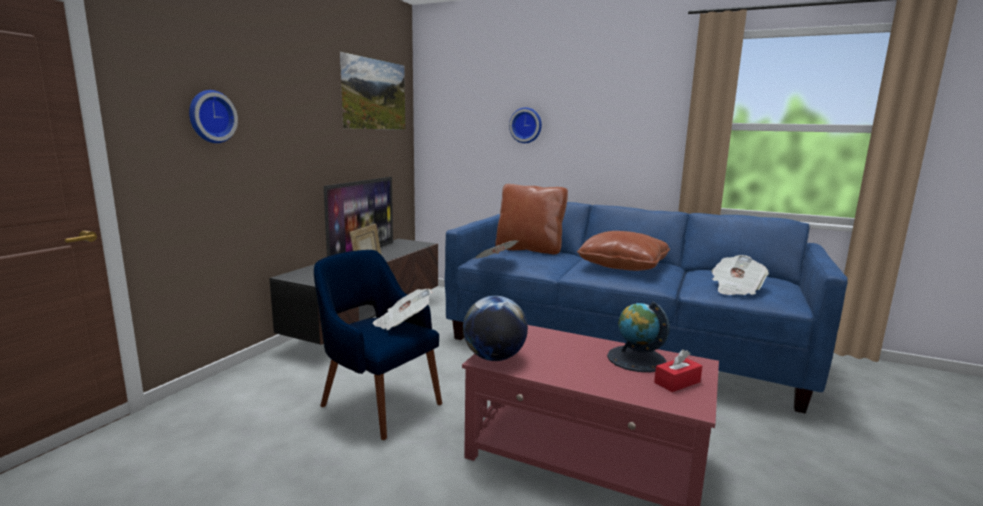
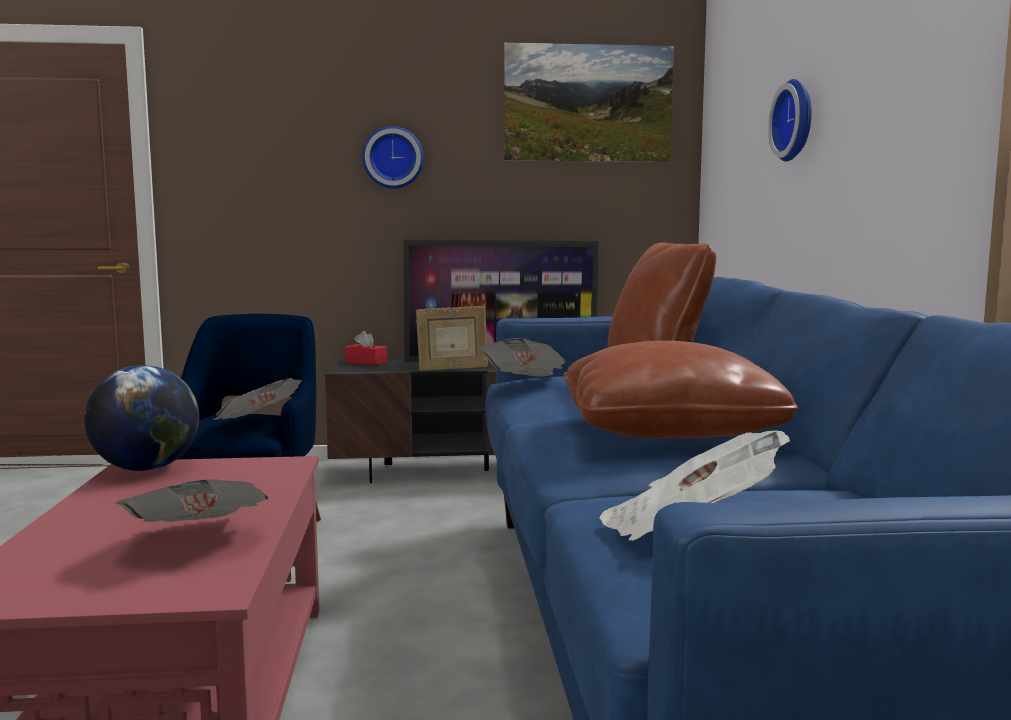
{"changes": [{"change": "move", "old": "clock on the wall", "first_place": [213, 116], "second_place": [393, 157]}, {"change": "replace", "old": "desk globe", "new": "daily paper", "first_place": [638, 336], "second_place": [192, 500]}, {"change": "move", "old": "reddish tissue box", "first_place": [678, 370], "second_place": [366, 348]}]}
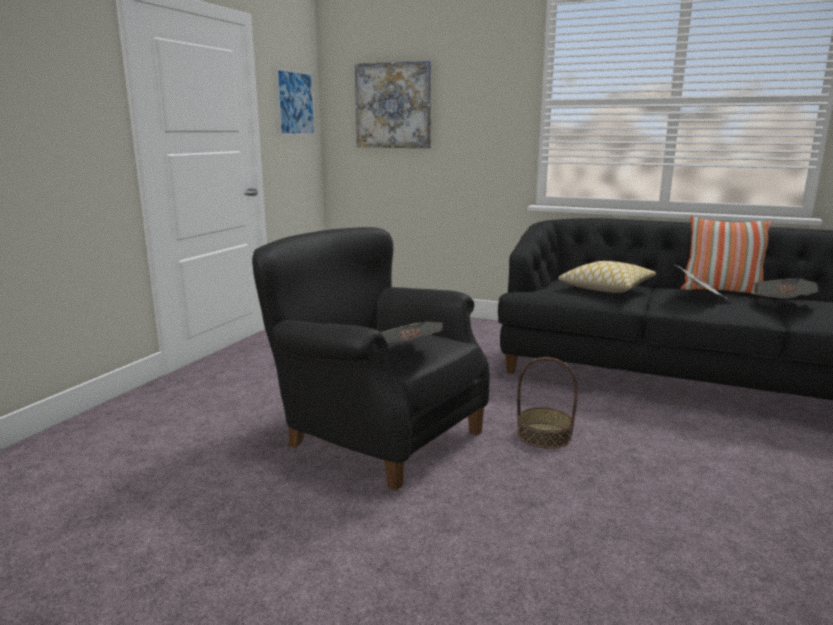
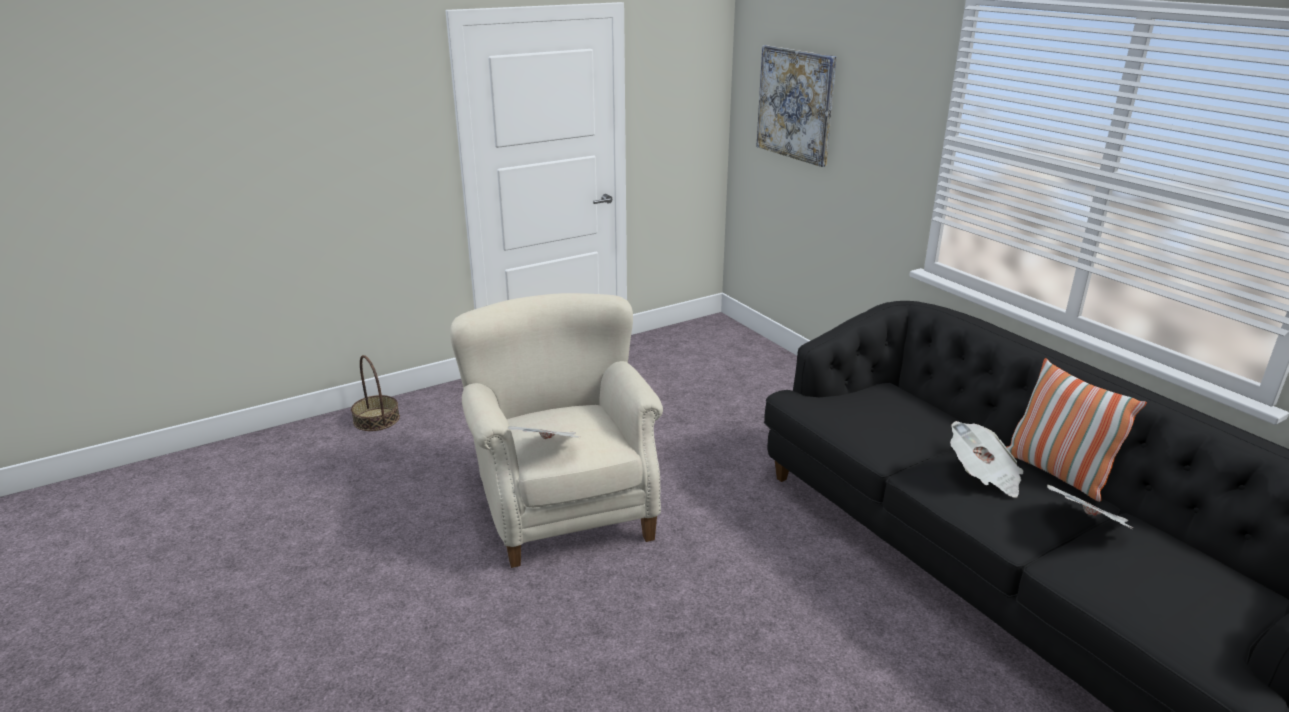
{"changes": [{"change": "delete", "old": "picture", "first_place": [295, 102]}, {"change": "recolor", "old": "black-coloured lounge chair", "new": "sand-coloured lounge chair", "first_place": [371, 359], "second_place": [556, 430]}, {"change": "delete", "old": "pillow", "first_place": [607, 277]}, {"change": "move", "old": "household basket", "first_place": [547, 403], "second_place": [375, 393]}]}
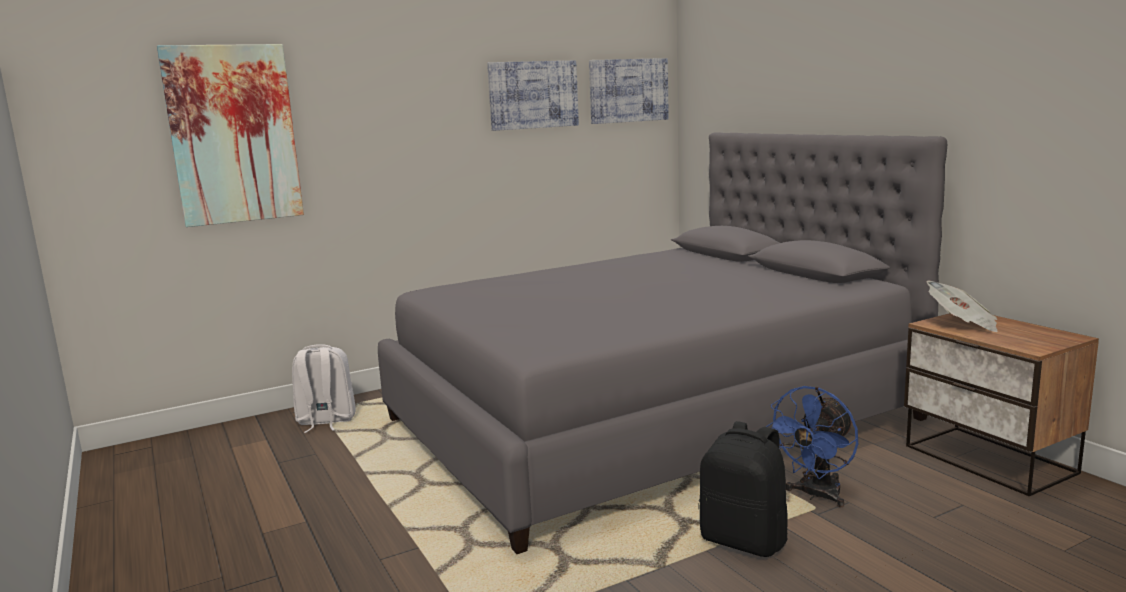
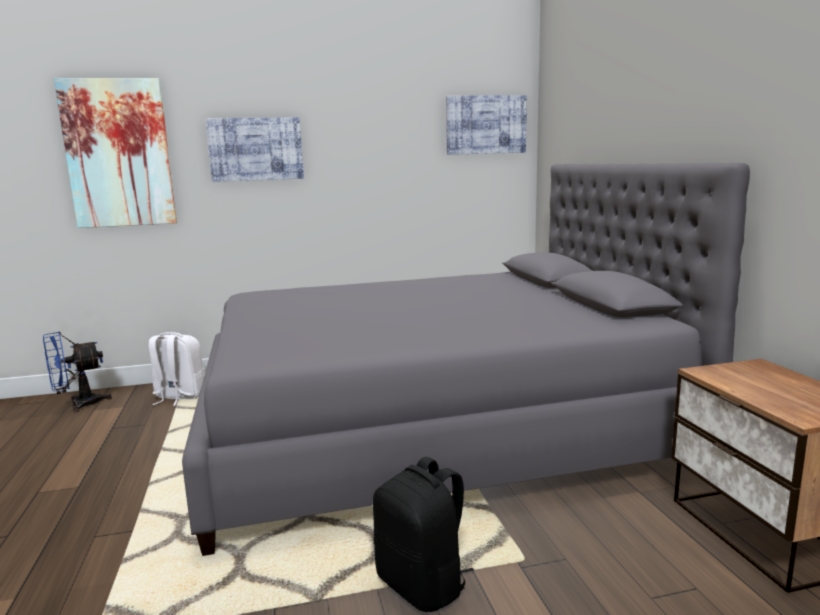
{"changes": [{"change": "move", "old": "picture", "first_place": [533, 96], "second_place": [254, 149]}, {"change": "delete", "old": "daily paper", "first_place": [962, 306]}, {"change": "move", "old": "blue-coloured fan", "first_place": [812, 446], "second_place": [77, 371]}]}
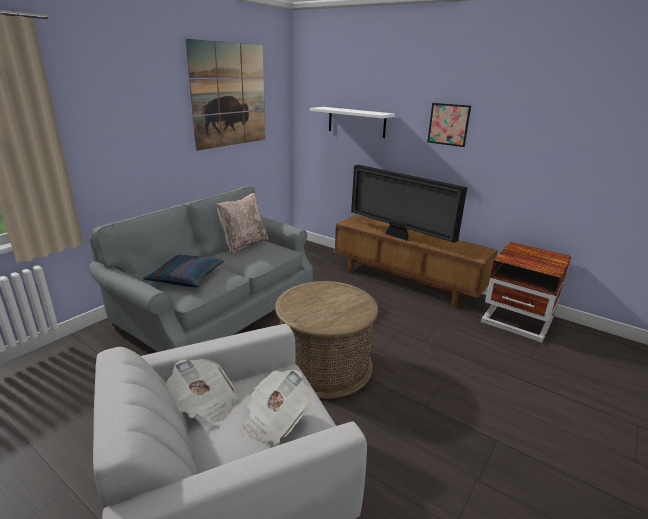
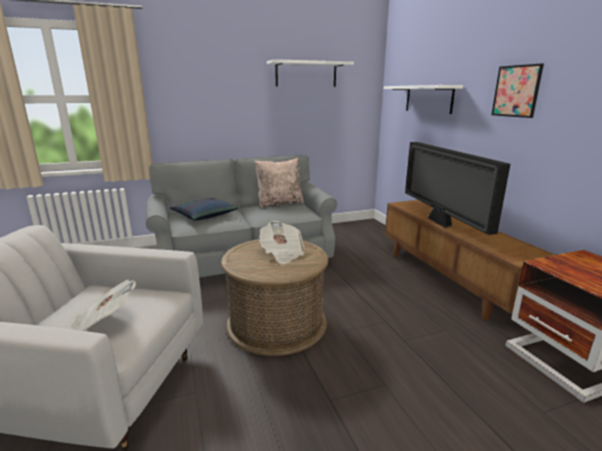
{"changes": [{"change": "replace", "old": "picture", "new": "white-coloured wall shelf", "first_place": [225, 95], "second_place": [310, 73]}, {"change": "move", "old": "daily paper", "first_place": [202, 392], "second_place": [282, 242]}]}
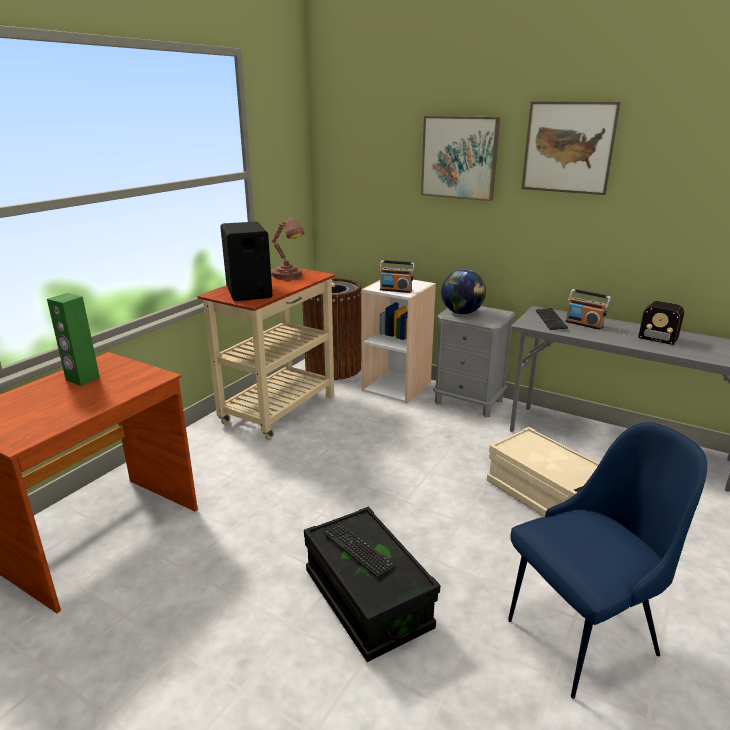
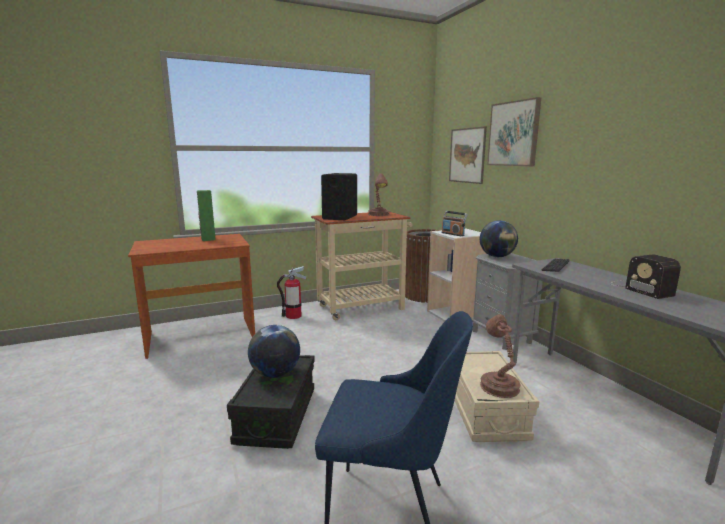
{"changes": [{"change": "move", "old": "picture", "first_place": [571, 148], "second_place": [468, 155]}, {"change": "delete", "old": "radio receiver", "first_place": [588, 309]}, {"change": "replace", "old": "PC keyboard", "new": "desk globe", "first_place": [360, 550], "second_place": [274, 351]}, {"change": "insert", "new": "fire-fighting cylinder", "second_place": [291, 292]}, {"change": "insert", "new": "brownish table lamp", "second_place": [500, 356]}]}
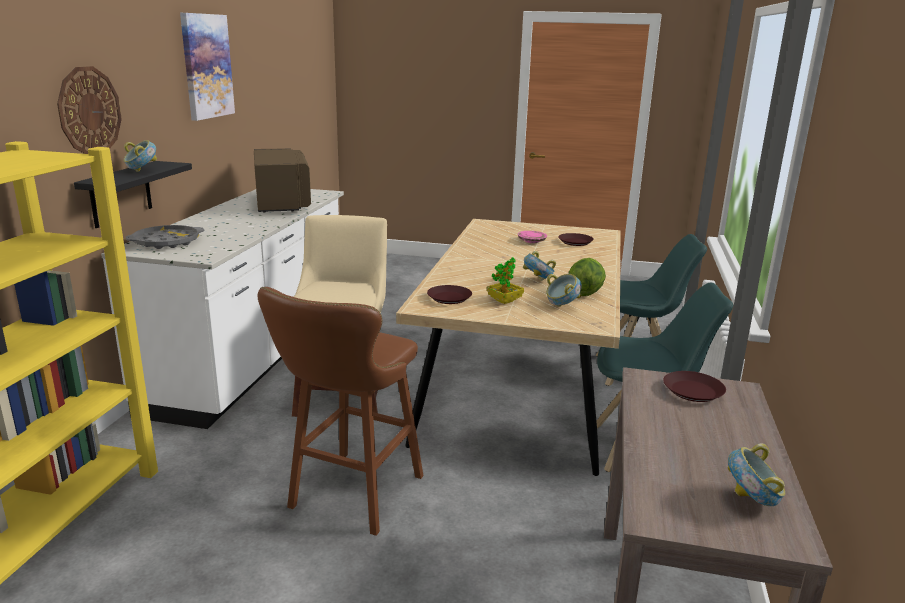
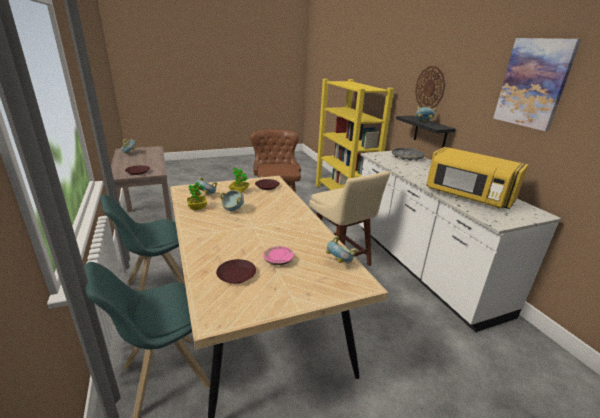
{"changes": [{"change": "recolor", "old": "brownish kitchen microwave", "new": "yellow kitchen microwave", "first_place": [282, 180], "second_place": [477, 178]}, {"change": "replace", "old": "lettuce head", "new": "plant in a pot", "first_place": [587, 277], "second_place": [197, 196]}, {"change": "insert", "new": "deep dish", "second_place": [341, 249]}]}
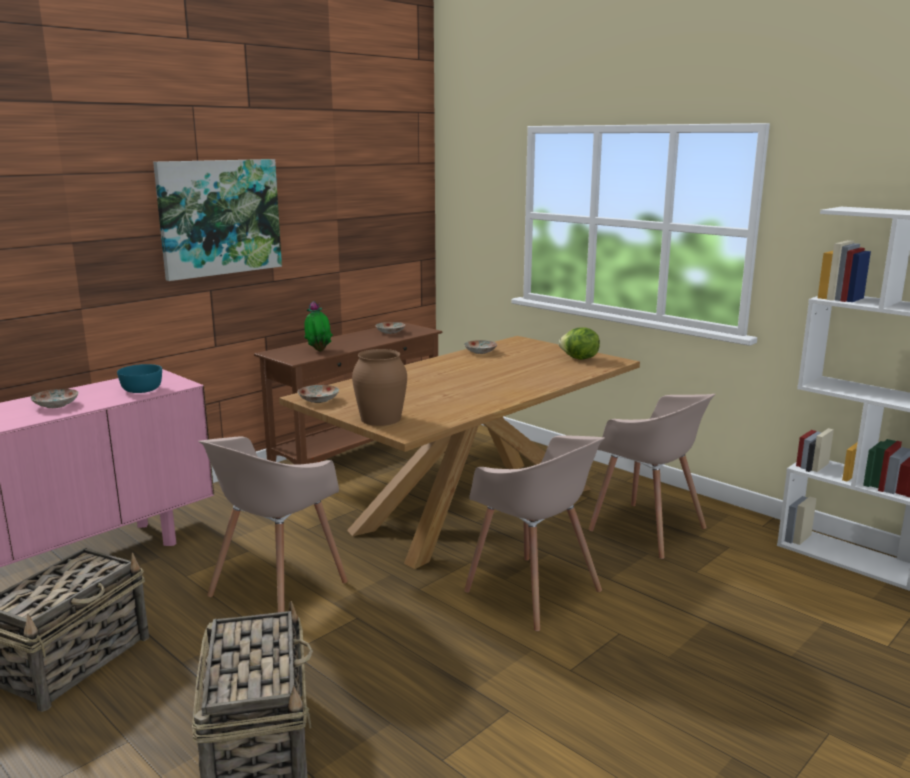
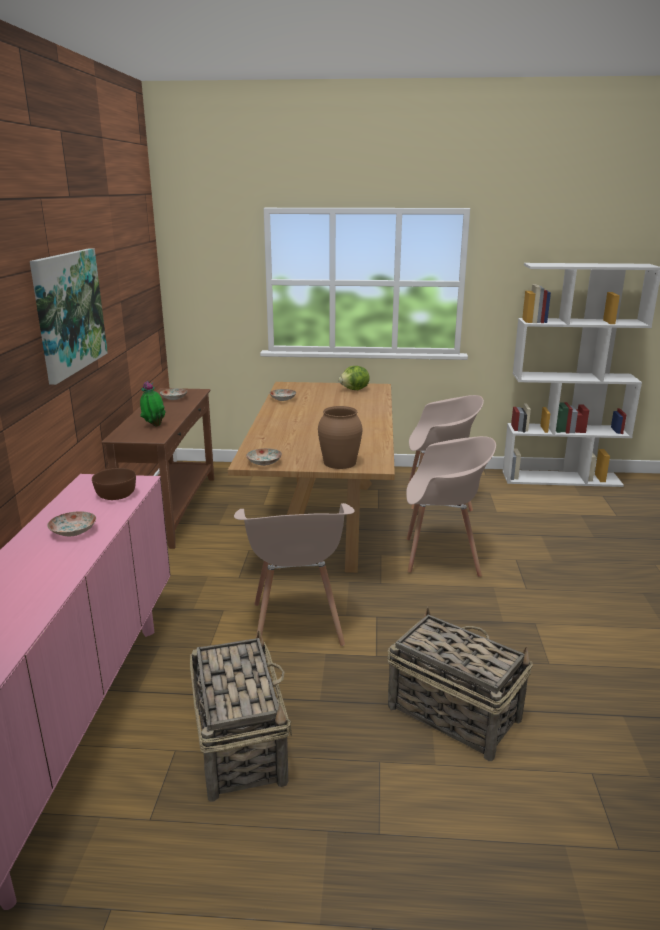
{"changes": [{"change": "recolor", "old": "turquoise deep dish", "new": "brownish deep dish", "first_place": [139, 378], "second_place": [114, 484]}]}
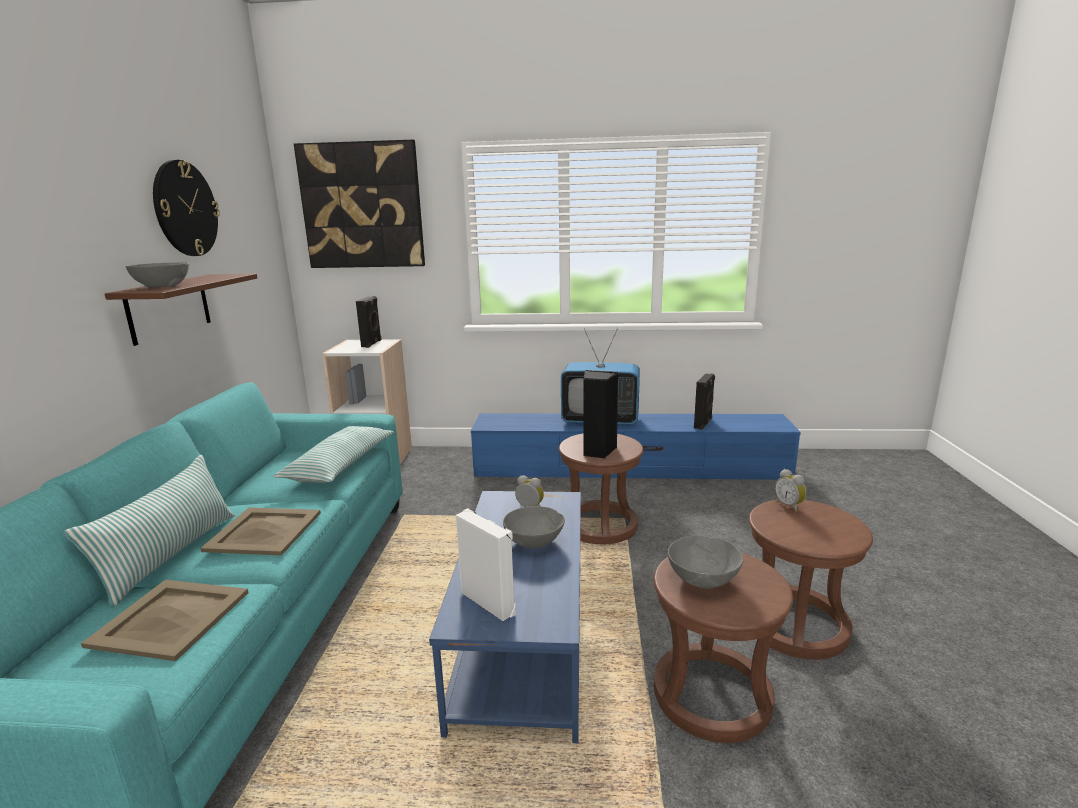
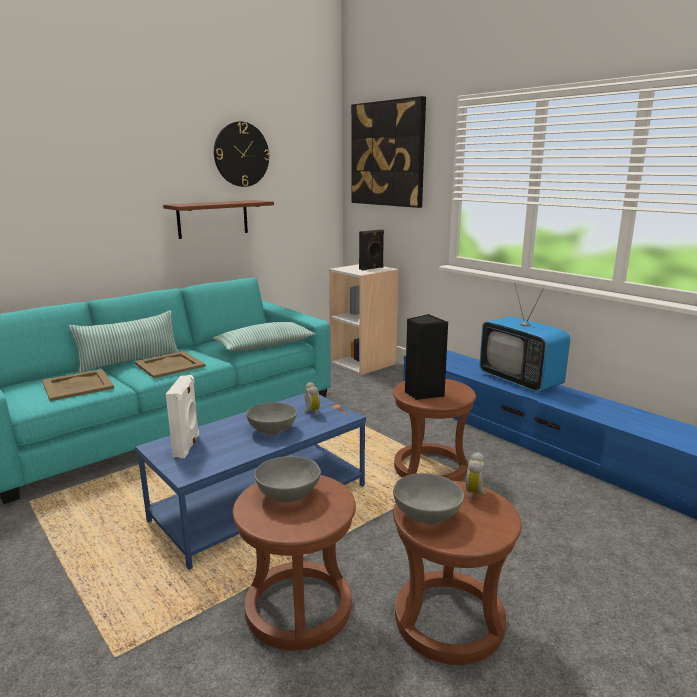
{"changes": [{"change": "move", "old": "grey deep dish", "first_place": [157, 274], "second_place": [428, 498]}, {"change": "delete", "old": "black-coloured loudspeaker", "first_place": [704, 402]}]}
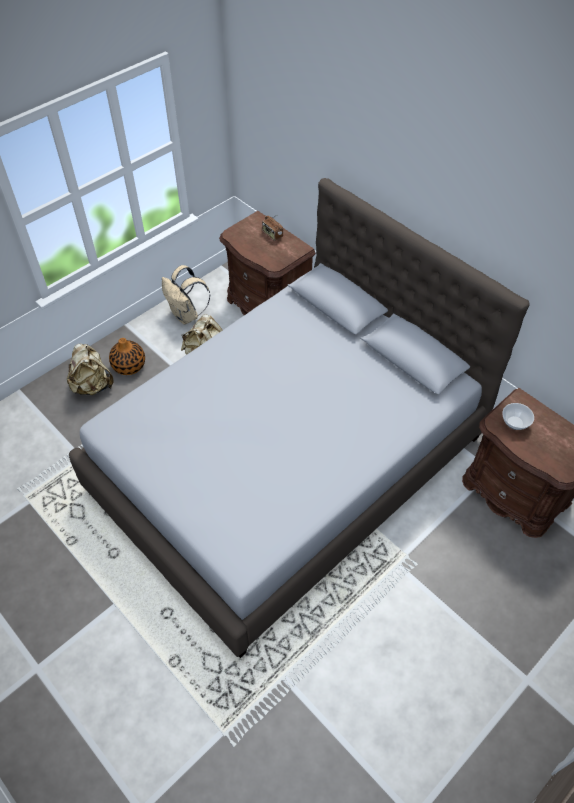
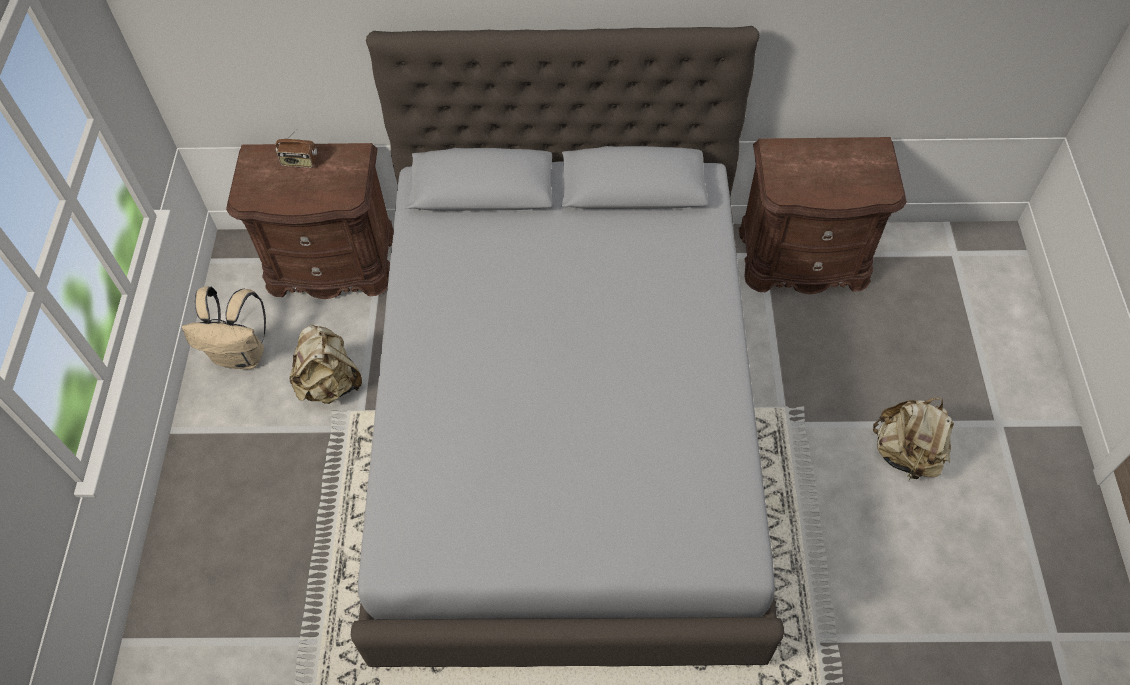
{"changes": [{"change": "delete", "old": "flower vase", "first_place": [127, 356]}, {"change": "move", "old": "sand-coloured knapsack", "first_place": [90, 369], "second_place": [913, 439]}, {"change": "delete", "old": "deep dish", "first_place": [518, 416]}]}
